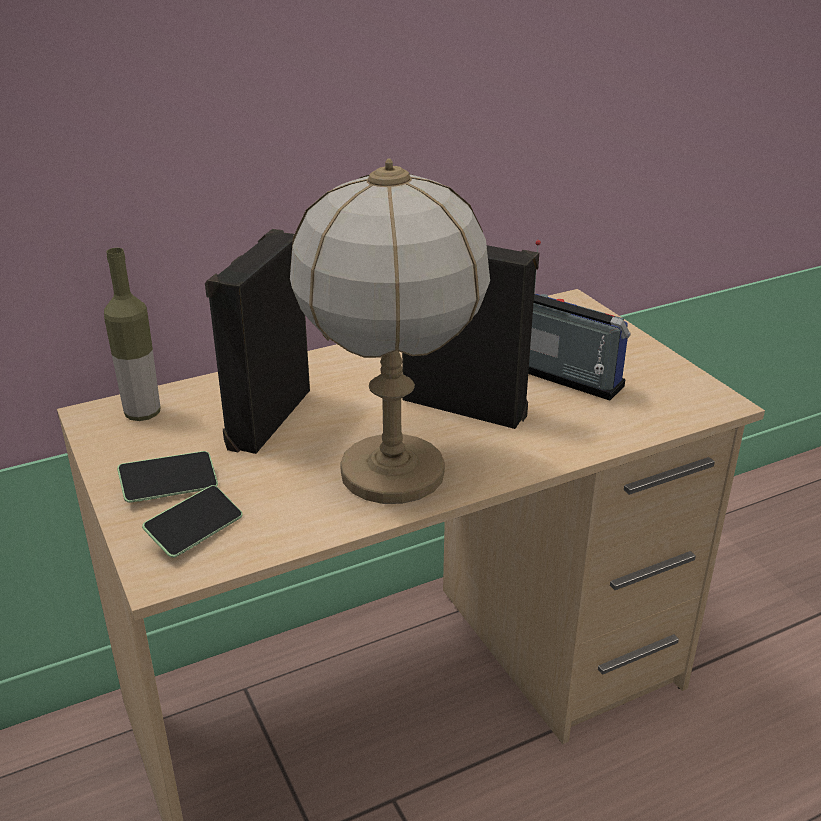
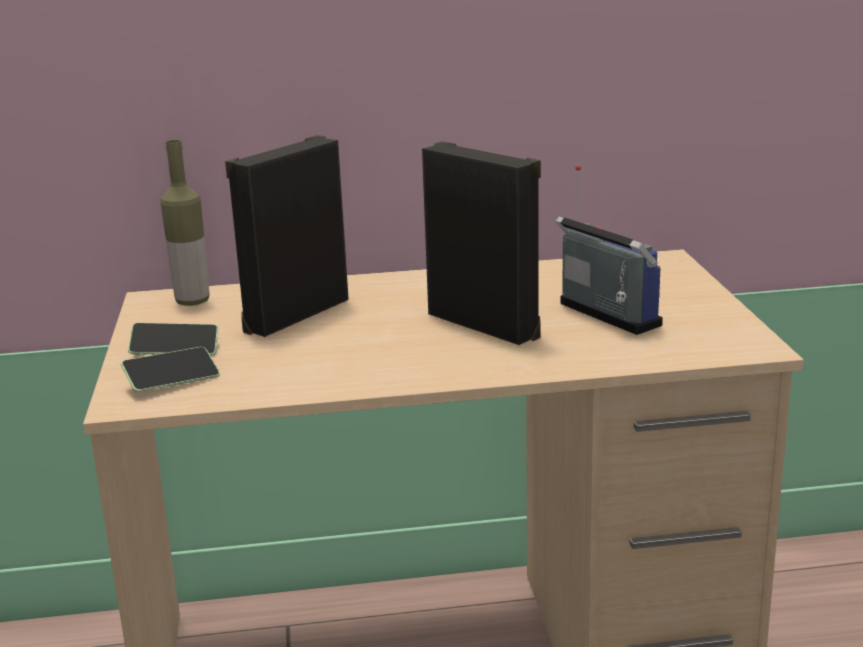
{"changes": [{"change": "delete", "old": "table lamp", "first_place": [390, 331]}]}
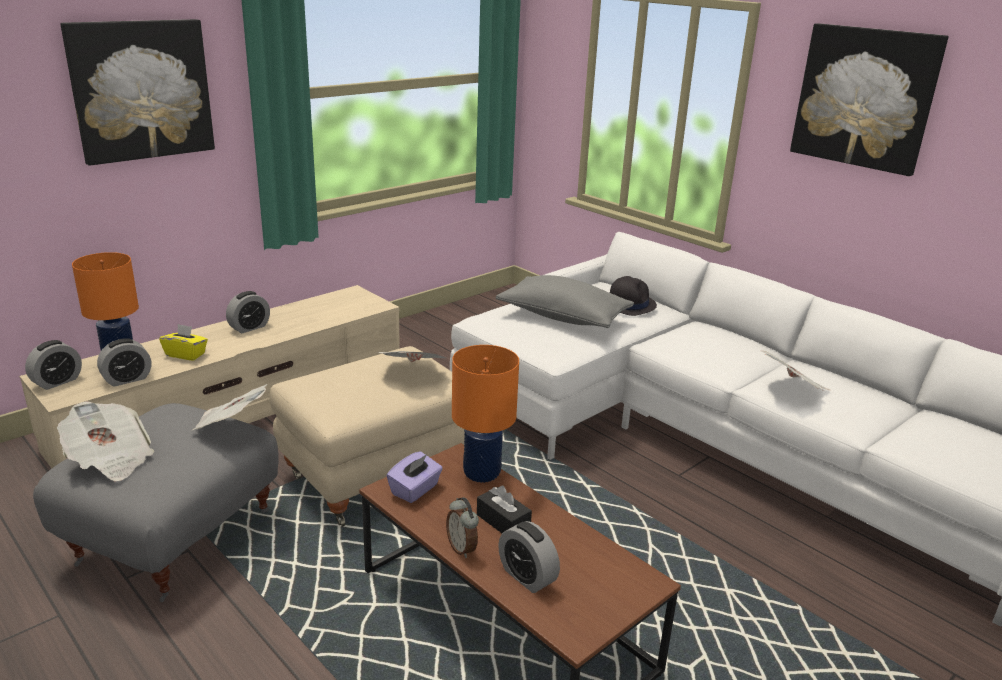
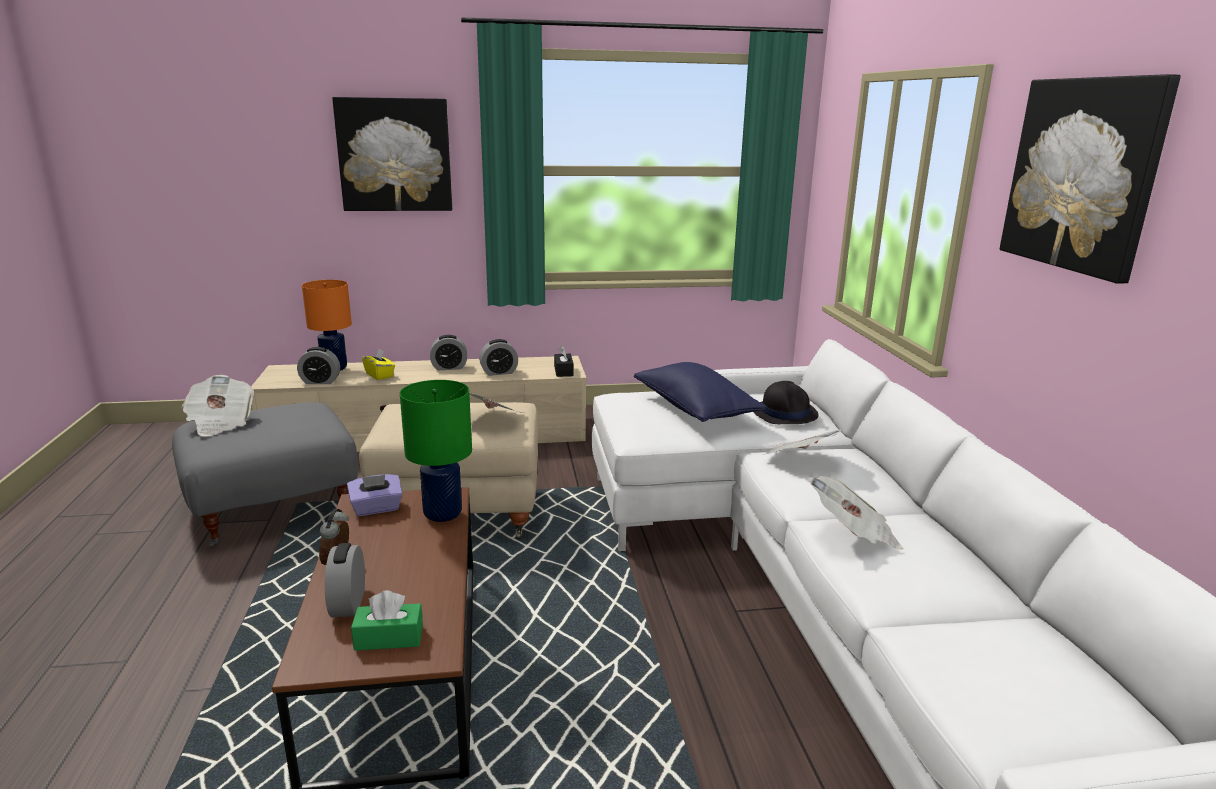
{"changes": [{"change": "recolor", "old": "grey pillow", "new": "blue-coloured pillow", "first_place": [565, 301], "second_place": [700, 392]}, {"change": "move", "old": "table clock", "first_place": [53, 365], "second_place": [498, 357]}, {"change": "recolor", "old": "orange table lamp", "new": "greenish table lamp", "first_place": [485, 414], "second_place": [436, 451]}, {"change": "move", "old": "daily paper", "first_place": [229, 407], "second_place": [802, 442]}, {"change": "move", "old": "black-coloured tissue box", "first_place": [504, 509], "second_place": [564, 361]}, {"change": "insert", "new": "greenish tissue box", "second_place": [387, 620]}]}
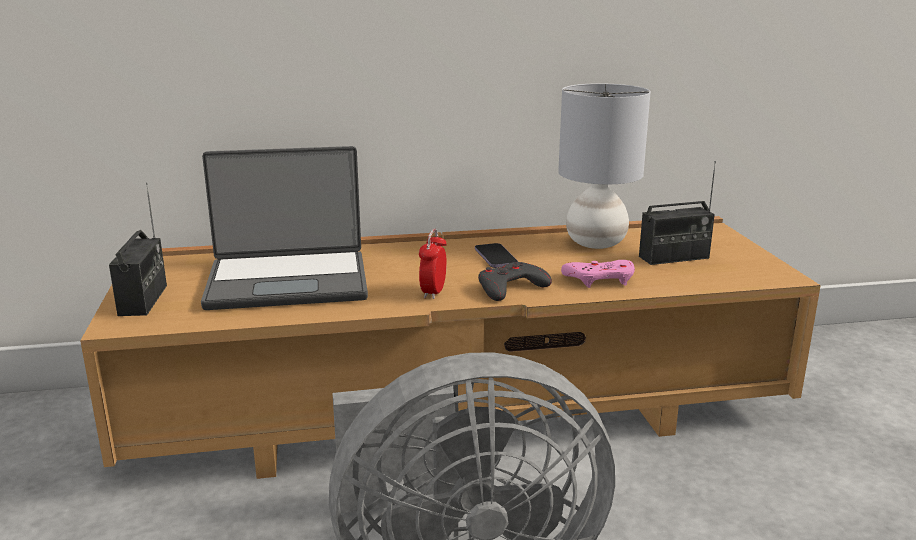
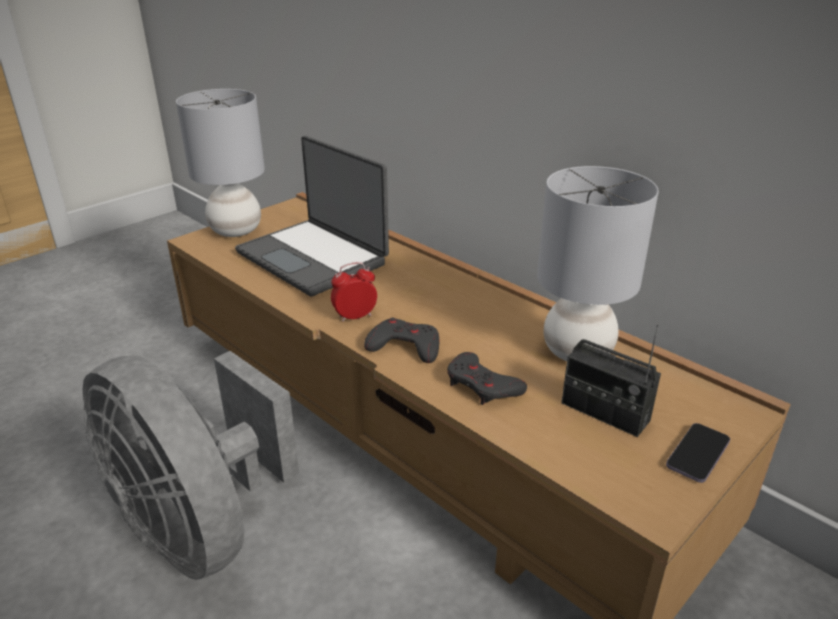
{"changes": [{"change": "replace", "old": "radio receiver", "new": "grey table lamp", "first_place": [138, 249], "second_place": [220, 163]}, {"change": "move", "old": "telephone", "first_place": [496, 255], "second_place": [698, 453]}, {"change": "recolor", "old": "pinkish game controller", "new": "grey game controller", "first_place": [598, 274], "second_place": [487, 378]}]}
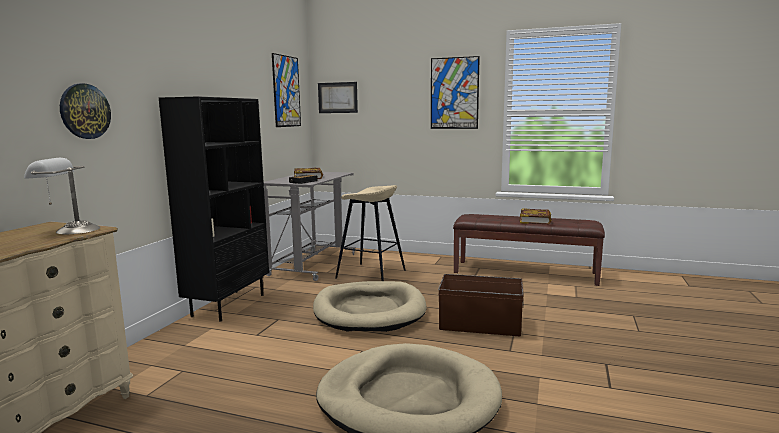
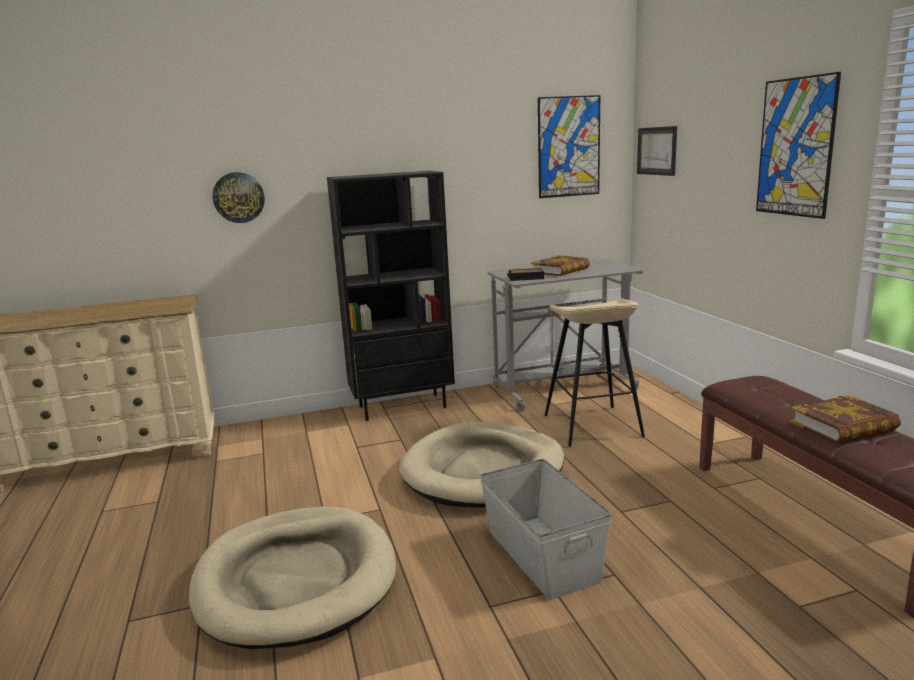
{"changes": [{"change": "delete", "old": "white-coloured table lamp", "first_place": [62, 196]}, {"change": "recolor", "old": "brownish storage bin", "new": "grey storage bin", "first_place": [481, 305], "second_place": [546, 529]}]}
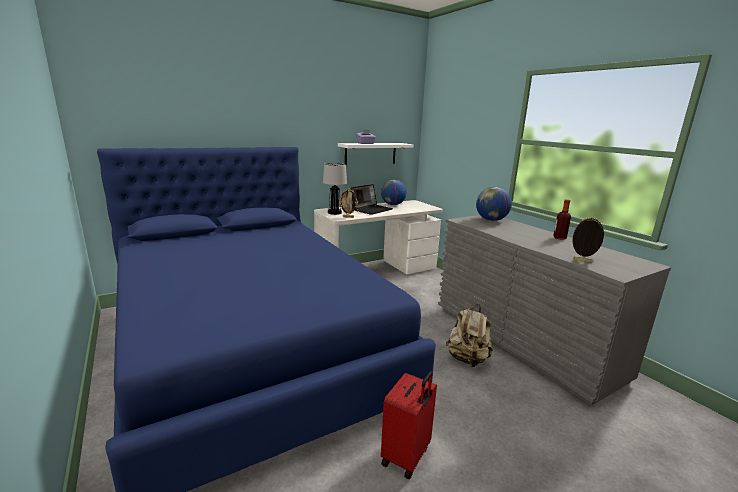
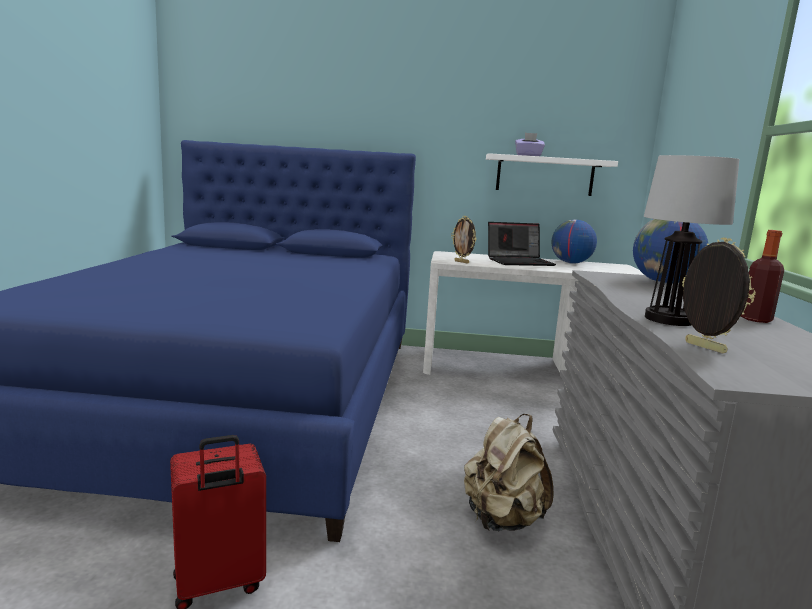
{"changes": [{"change": "move", "old": "table lamp", "first_place": [335, 189], "second_place": [691, 240]}]}
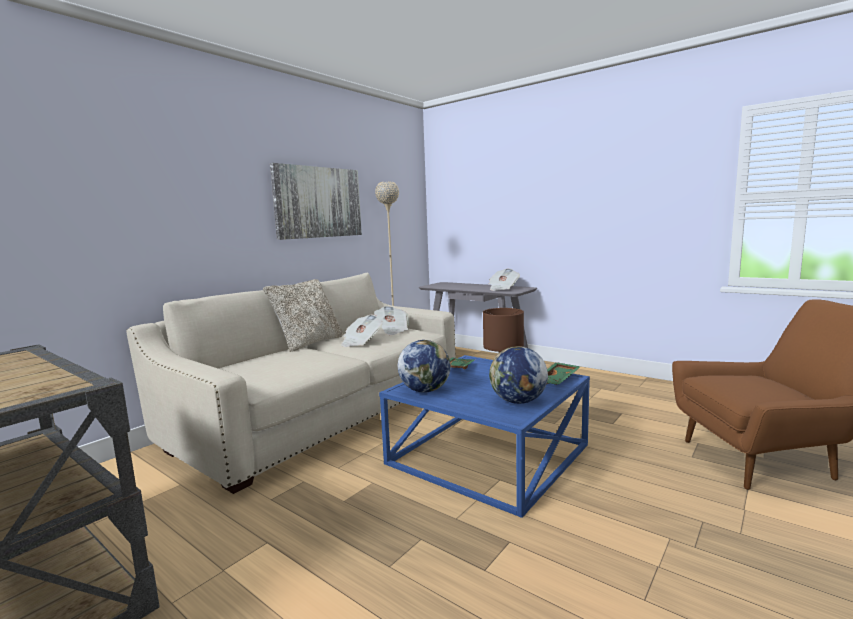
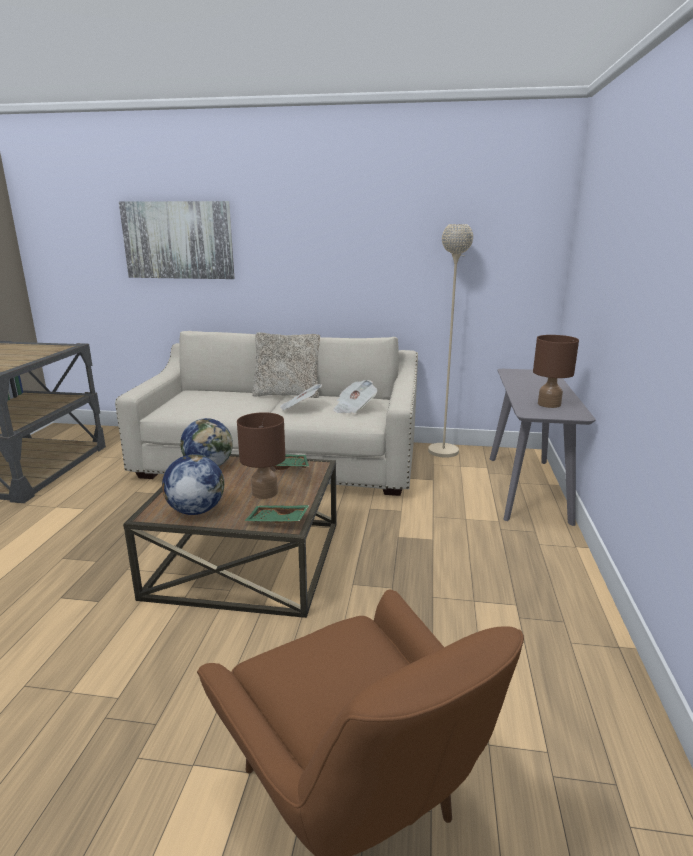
{"changes": [{"change": "move", "old": "picture", "first_place": [316, 201], "second_place": [176, 240]}, {"change": "replace", "old": "daily paper", "new": "brownish table lamp", "first_place": [504, 280], "second_place": [556, 371]}, {"change": "recolor", "old": "blue-coloured coffee table", "new": "brownish coffee table", "first_place": [484, 436], "second_place": [229, 536]}]}
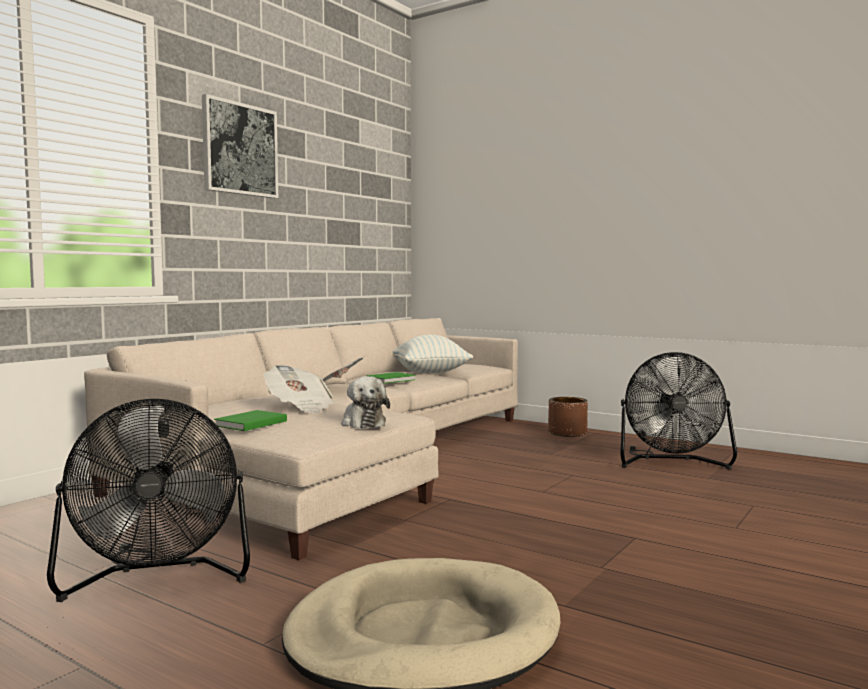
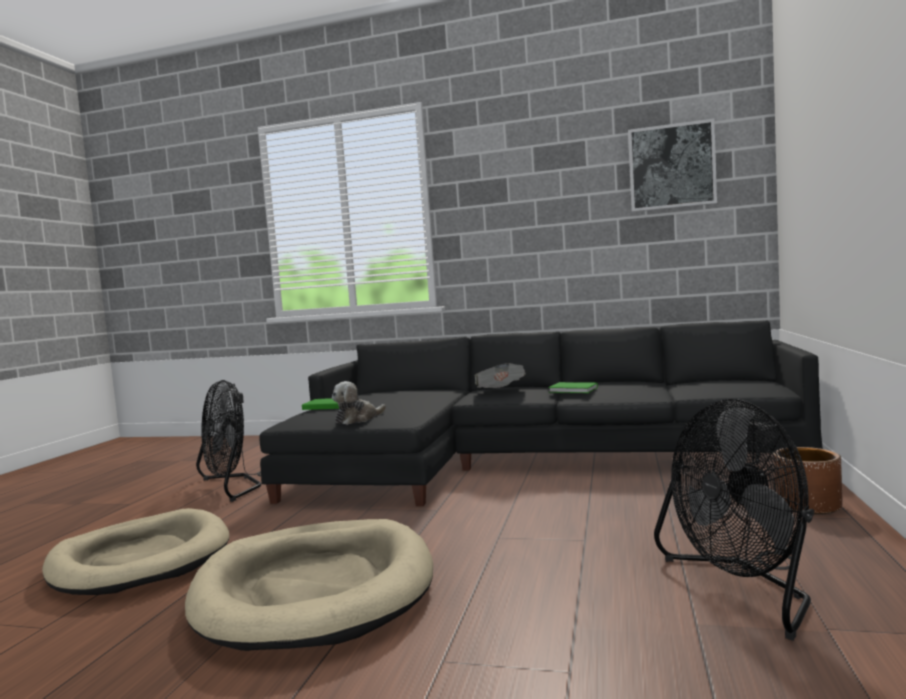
{"changes": [{"change": "move", "old": "picture", "first_place": [240, 146], "second_place": [672, 165]}, {"change": "recolor", "old": "sand-coloured sofa", "new": "black-coloured sofa", "first_place": [301, 439], "second_place": [541, 413]}, {"change": "delete", "old": "pillow", "first_place": [433, 354]}, {"change": "delete", "old": "daily paper", "first_place": [299, 389]}, {"change": "insert", "new": "sand-coloured dog bed", "second_place": [309, 585]}]}
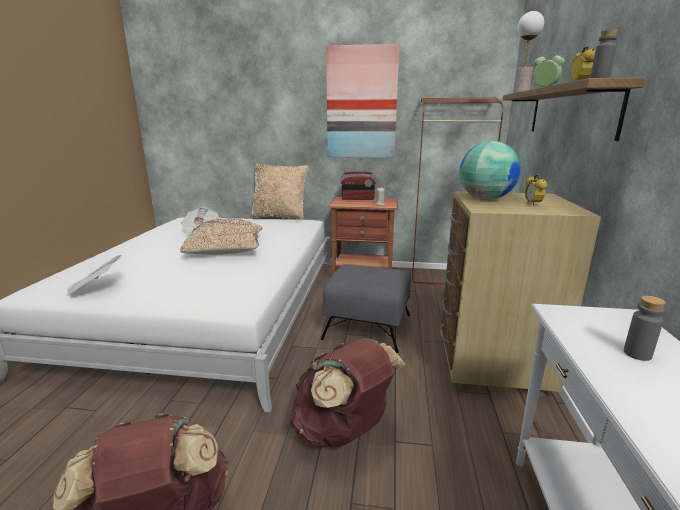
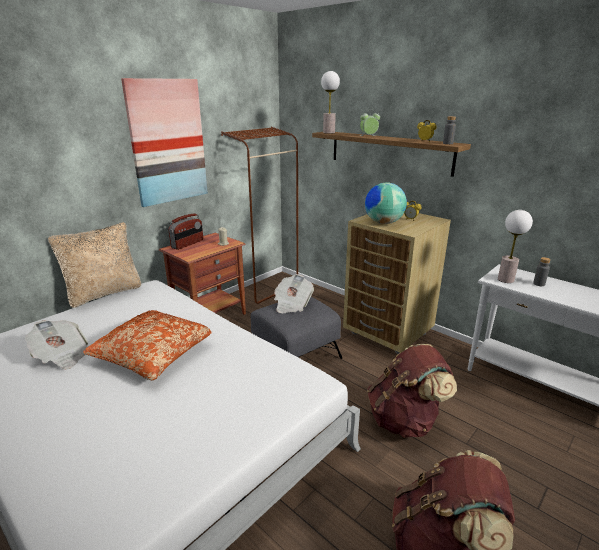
{"changes": [{"change": "recolor", "old": "sand-coloured pillow", "new": "orange pillow", "first_place": [221, 236], "second_place": [147, 345]}, {"change": "move", "old": "daily paper", "first_place": [94, 275], "second_place": [294, 293]}, {"change": "insert", "new": "table lamp", "second_place": [515, 246]}]}
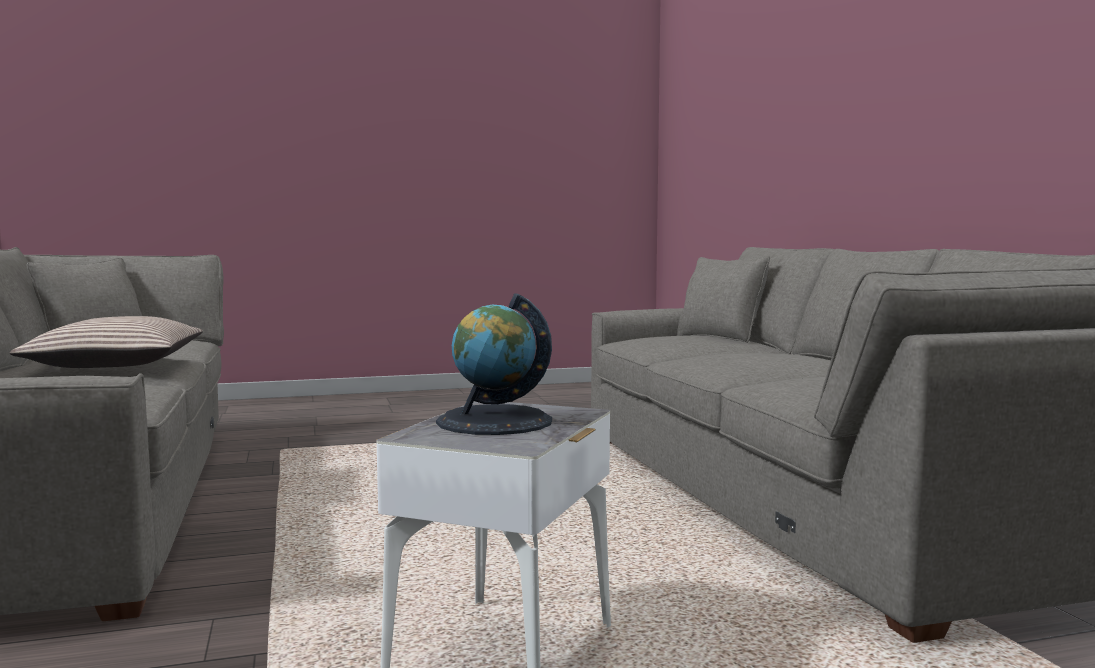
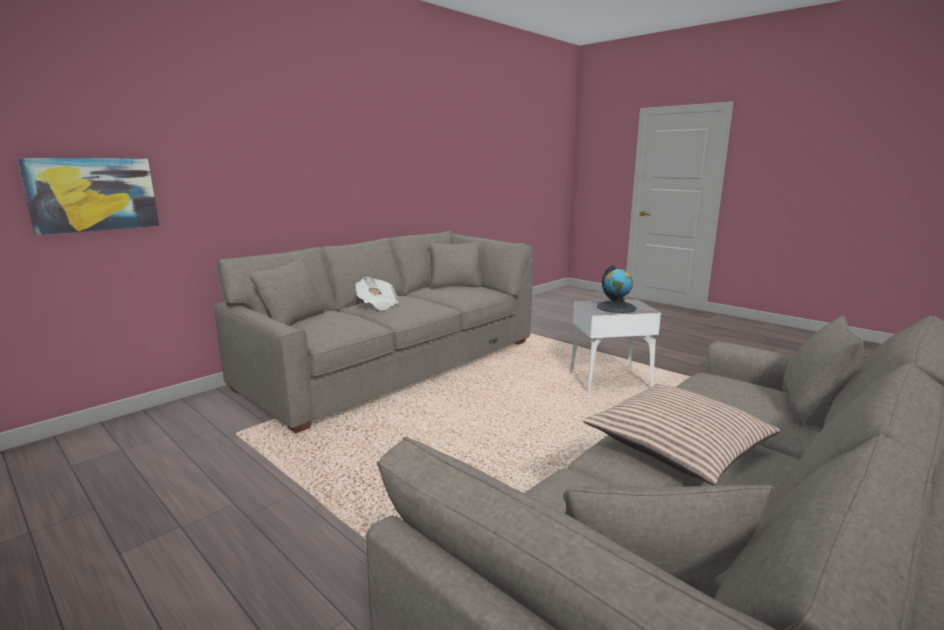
{"changes": [{"change": "insert", "new": "picture", "second_place": [88, 197]}, {"change": "insert", "new": "daily paper", "second_place": [377, 293]}]}
